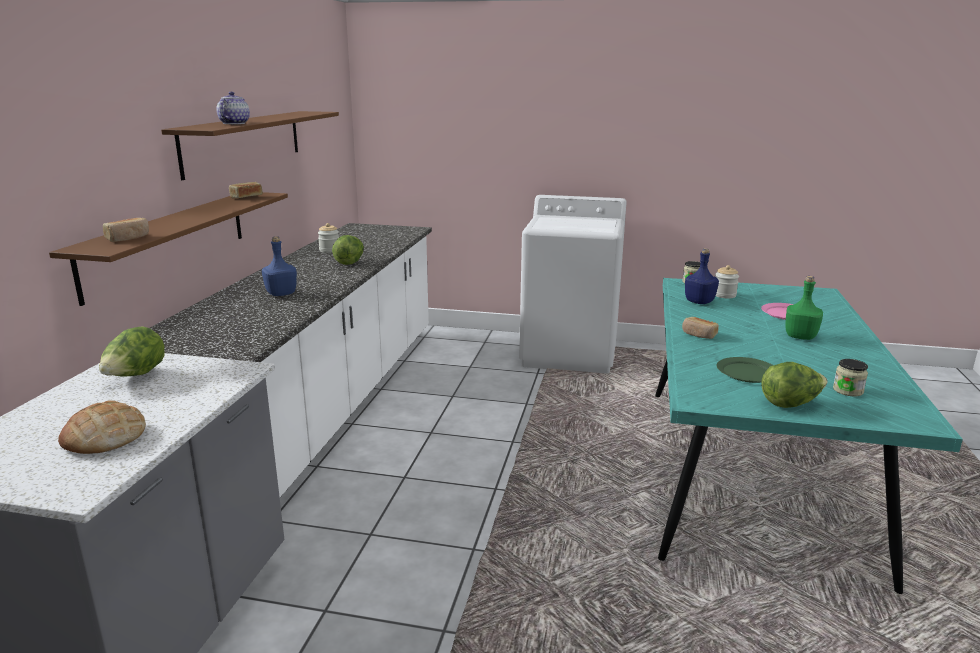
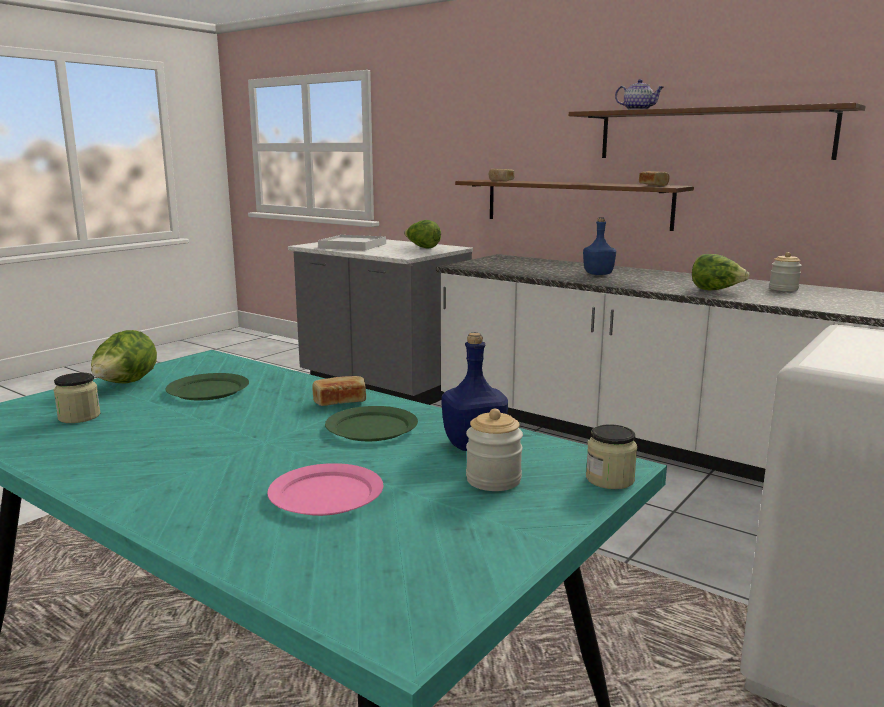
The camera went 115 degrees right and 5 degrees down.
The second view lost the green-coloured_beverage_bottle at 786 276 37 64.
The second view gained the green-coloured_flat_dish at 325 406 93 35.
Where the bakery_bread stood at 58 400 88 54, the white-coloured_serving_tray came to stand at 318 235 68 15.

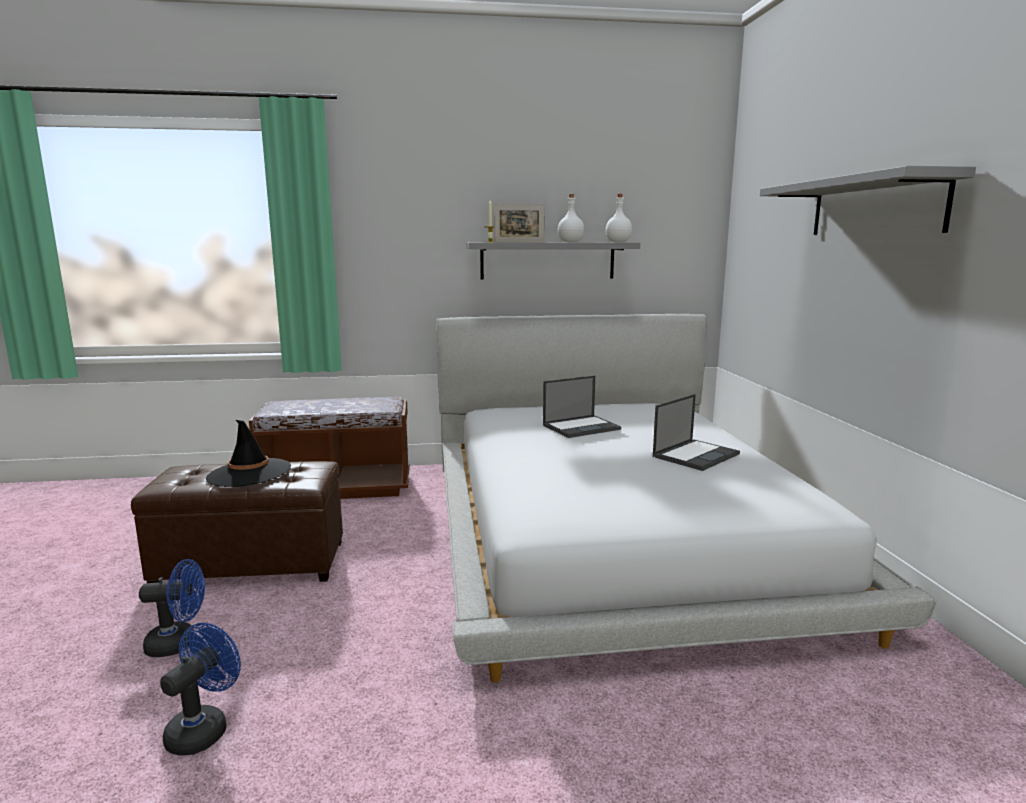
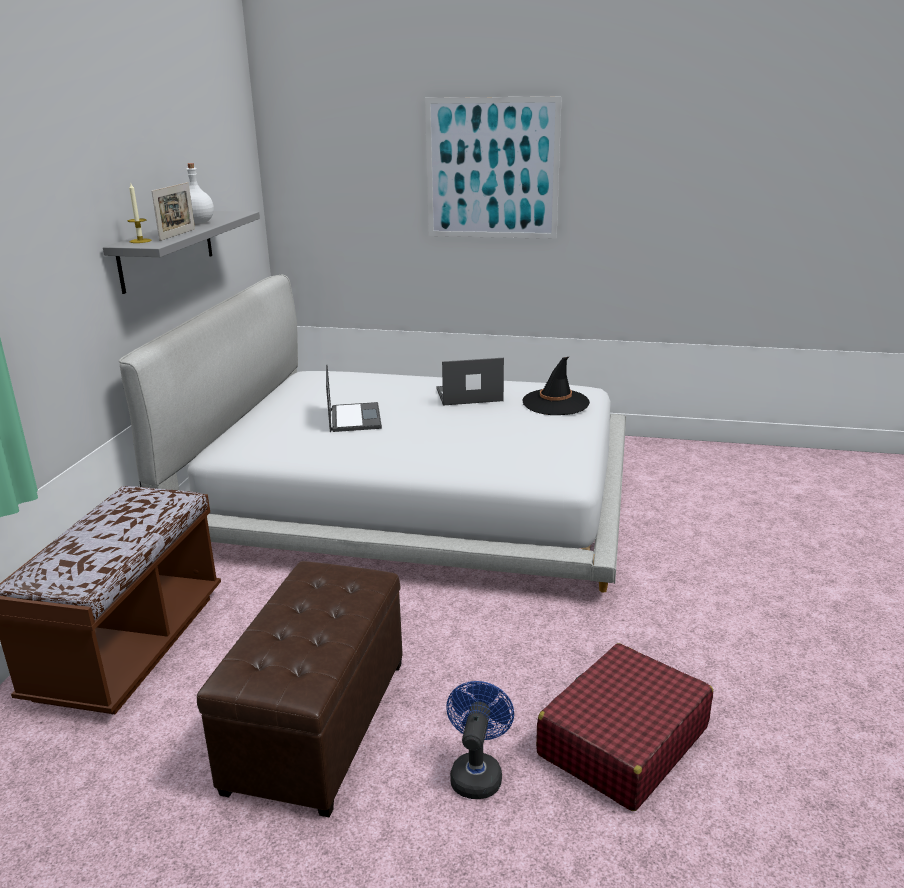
The camera went 70 degrees left and 10 degrees up.
The second view lost the white-coloured_beverage_bottle at 606 194 26 48.
The blackish_wearable_hat ended up elsewhere, having gone from 206 420 85 67 to 522 357 68 58.
Where the bluish_fan stood at 160 623 81 133, the red_suitcase came to stand at 536 643 177 168.
Where the grey_shelf hung at 760 166 216 69, the wall_art came to hang at 425 96 137 143.
The laptop at 653 394 87 77 ended up facing another way, 75 degrees counterclockwise from before.

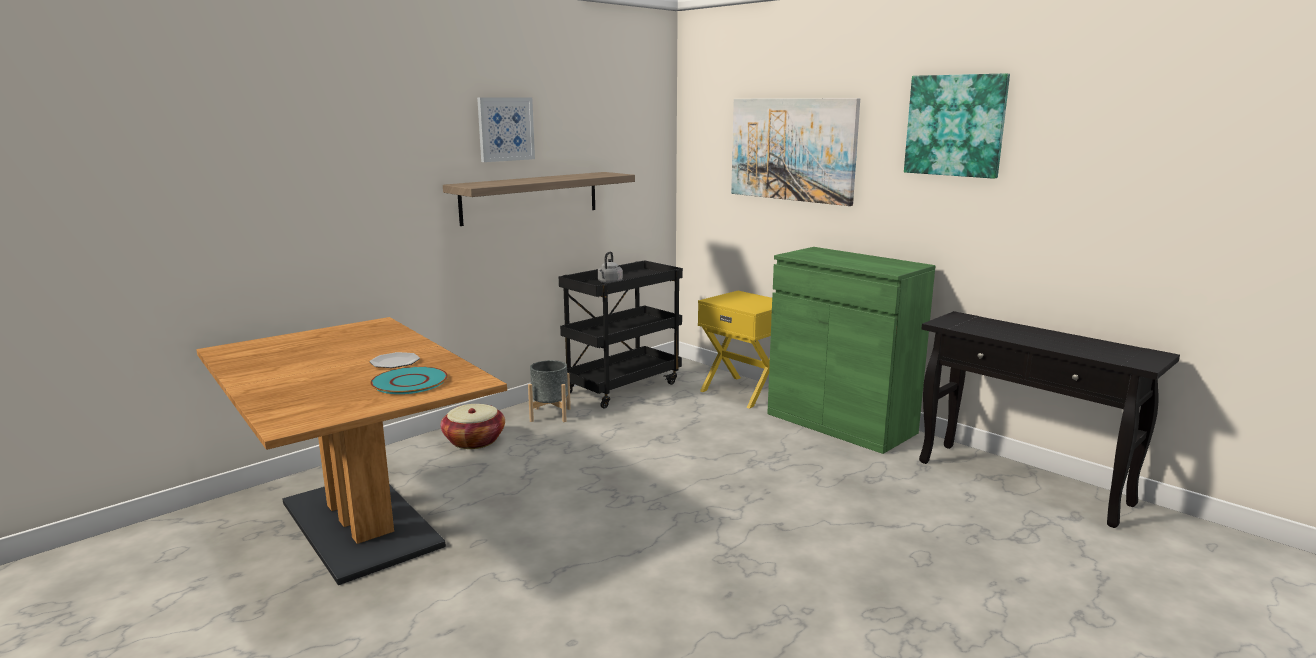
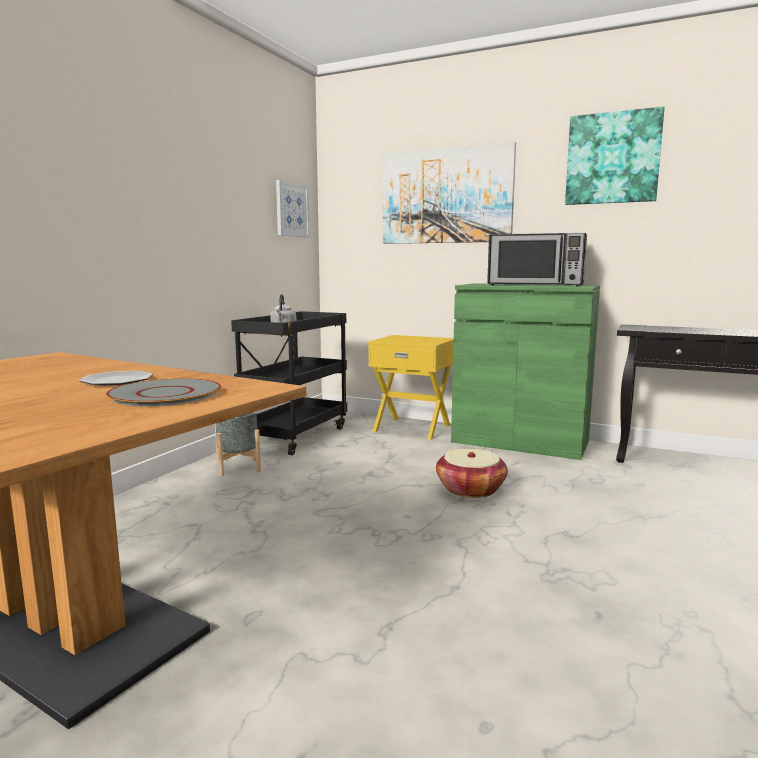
The camera went 20 degrees left and 5 degrees down.
The second view lost the shelf at 443 172 192 54.
The second view gained the microwave_oven at 487 233 100 53.
The household_basket ended up elsewhere, having gone from 440 404 65 45 to 436 449 72 49.
The wall_art ended up elsewhere, having gone from 477 97 58 65 to 276 180 34 57.
What was the turquoise-coloured_flat_dish at 370 366 78 28 turned into the grey_flat_dish at 106 378 115 28.

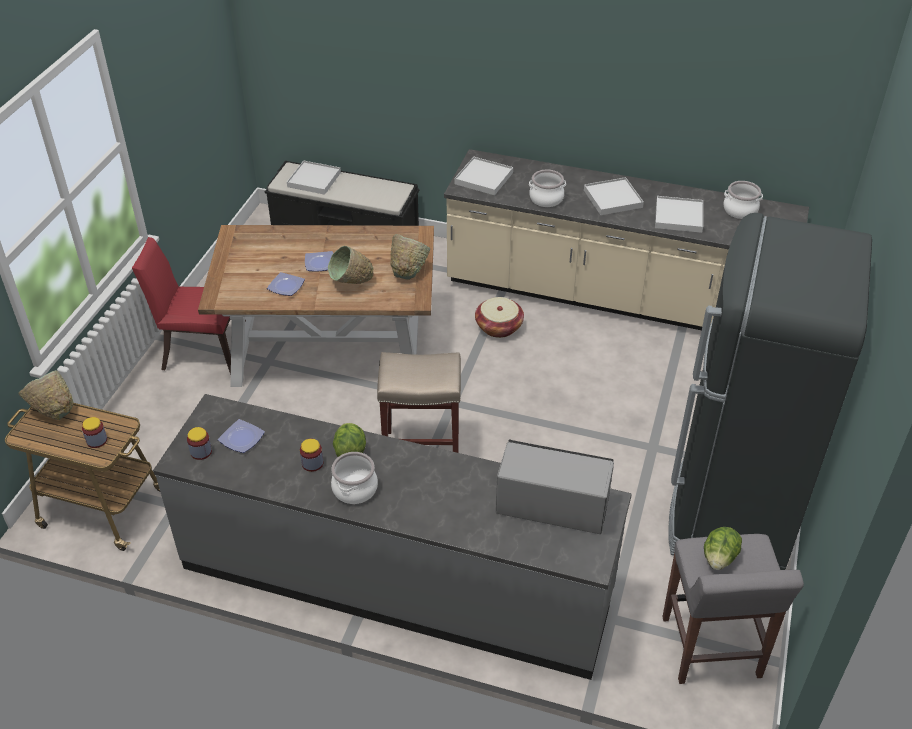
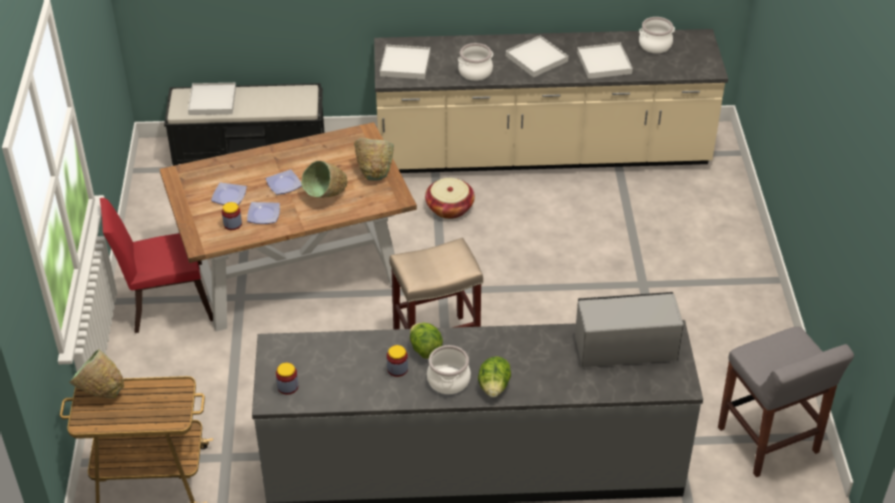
The camera went 20 degrees left and 0 degrees up.
The second view lost the blackish_refrigerator at 668 213 204 357.
The storage_jar ended up elsewhere, having gone from 82 417 25 31 to 222 202 20 28.
The flat_dish ended up elsewhere, having gone from 218 419 47 34 to 211 182 36 23.
The lettuce ended up elsewhere, having gone from 704 527 38 43 to 478 356 33 41.

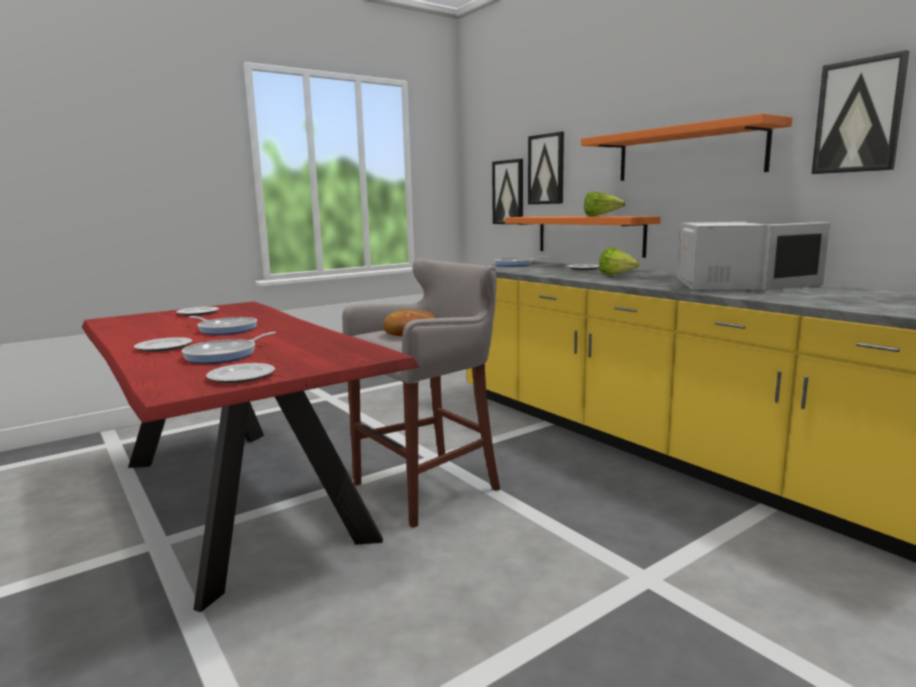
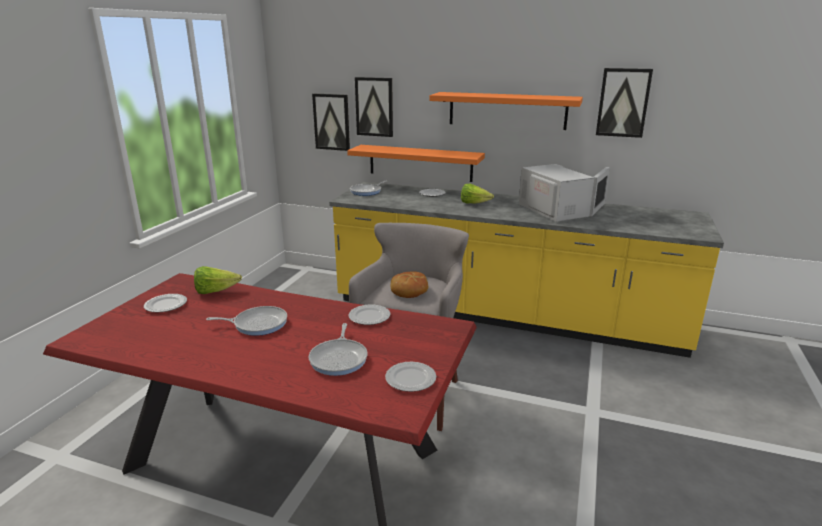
The camera went 35 degrees left and 10 degrees up.
The flat_dish ended up elsewhere, having gone from 134 337 58 15 to 348 304 43 21.
The lettuce ended up elsewhere, having gone from 584 191 42 25 to 194 266 48 28.

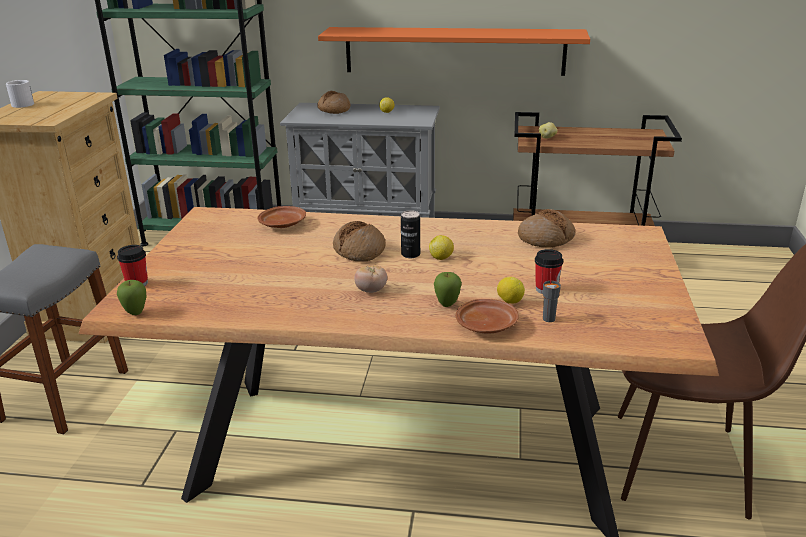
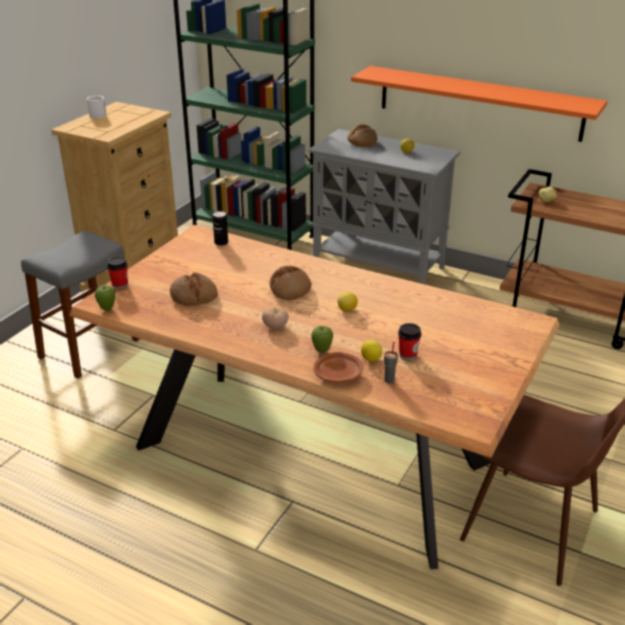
The camera went 20 degrees right and 5 degrees up.
The second view lost the brown-coloured_flat_dish at 258 206 48 22.
The metal_can ended up elsewhere, having gone from 401 210 19 48 to 213 211 15 35.
The bakery_bread ended up elsewhere, having gone from 518 209 57 39 to 170 273 48 33.

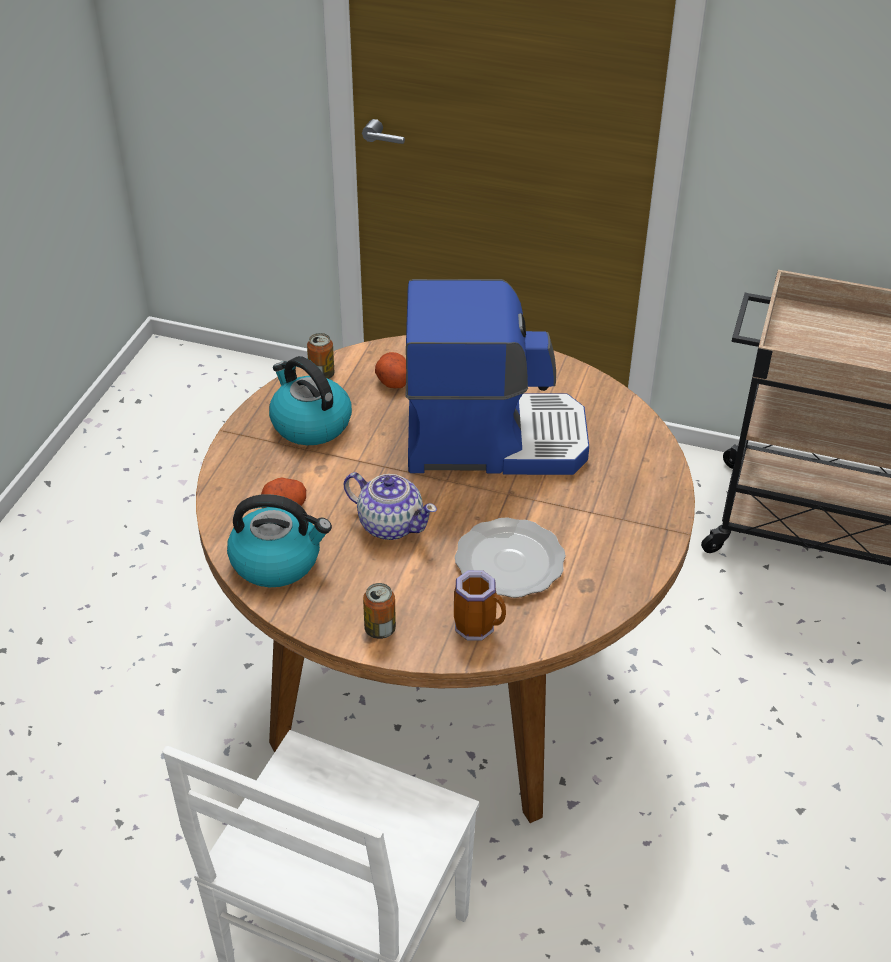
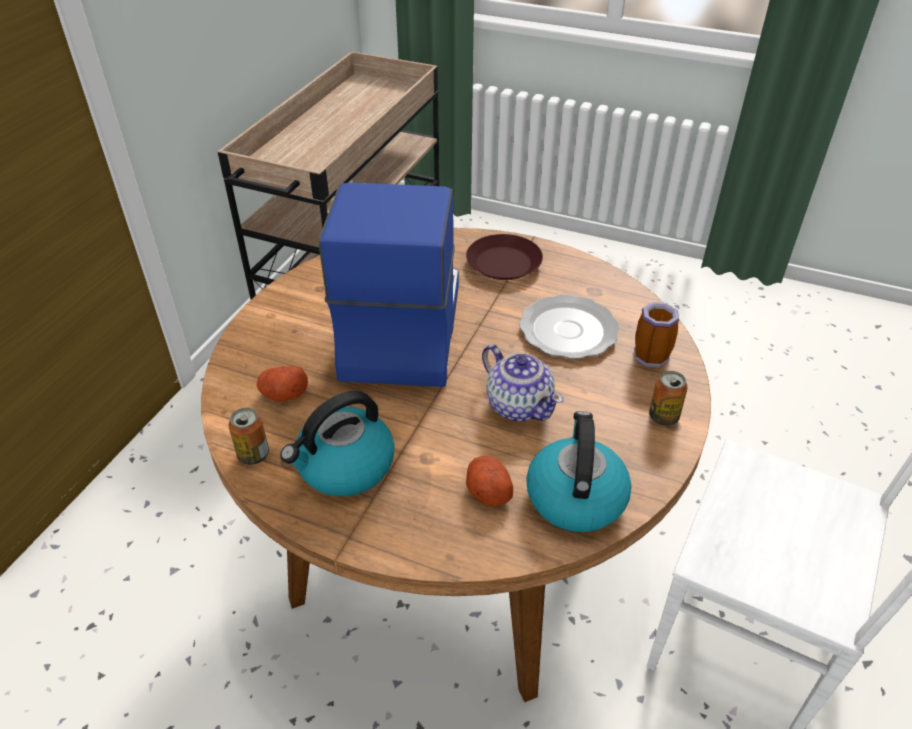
The camera went 85 degrees left and 0 degrees up.
The second view gained the brown-coloured_flat_dish at 466 234 77 46.
The pot_for_tea at 344 472 93 68 ended up facing another way, 105 degrees clockwise from before.

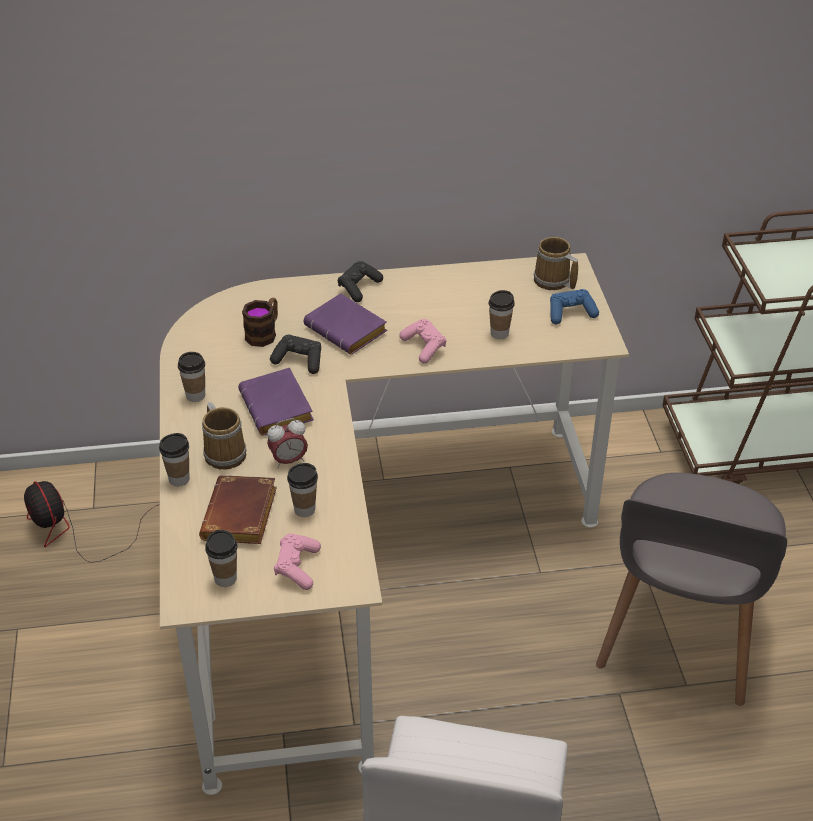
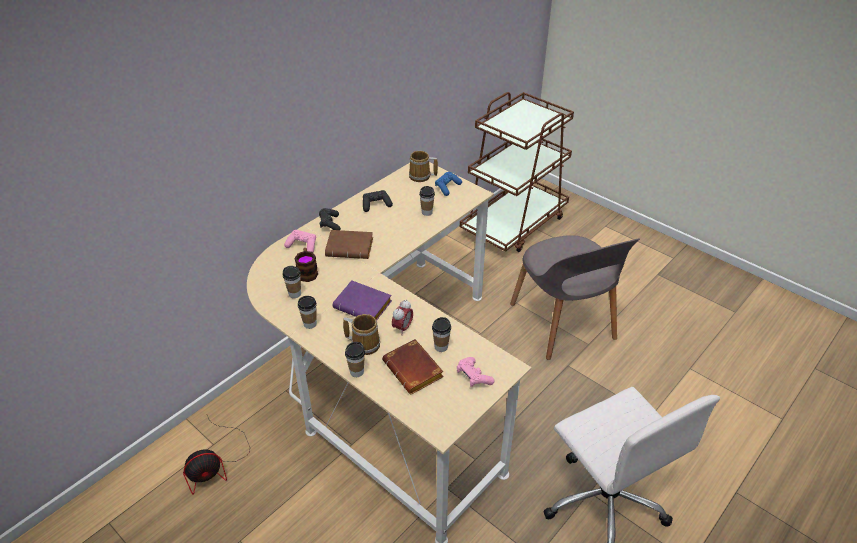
The camera went 40 degrees left and 0 degrees up.
The drinking_cup ended up elsewhere, having gone from 205 530 33 57 to 283 266 18 32.
The blackish_joypad ended up elsewhere, having gone from 270 335 51 39 to 363 190 30 22.
The pinkish_joypad ended up elsewhere, having gone from 399 319 47 45 to 284 230 32 22.
What was the purplish_bound_book at 304 293 83 61 turned into the brown-coloured_bound_book at 325 230 48 29.
The fan at 24 481 136 82 ended up facing another way, 45 degrees counterclockwise from before.

